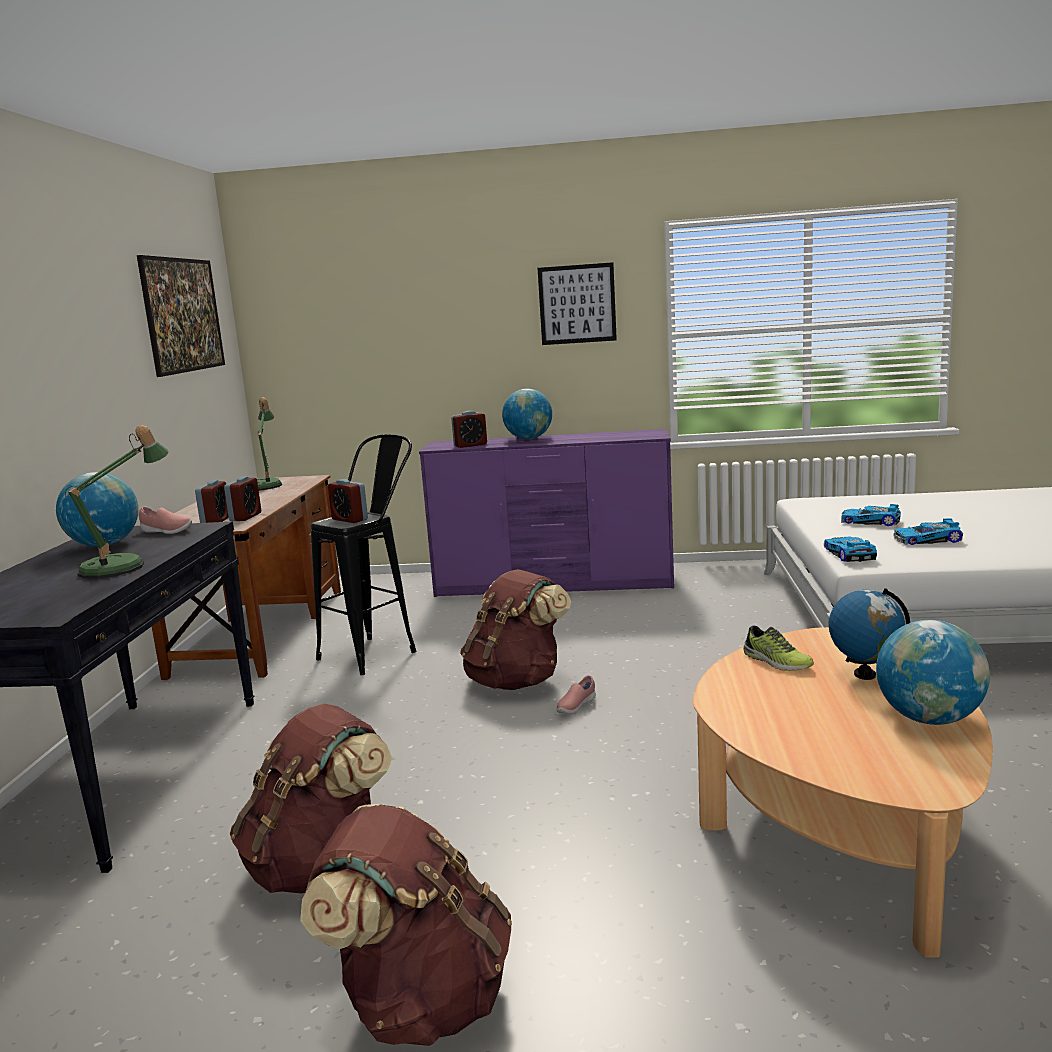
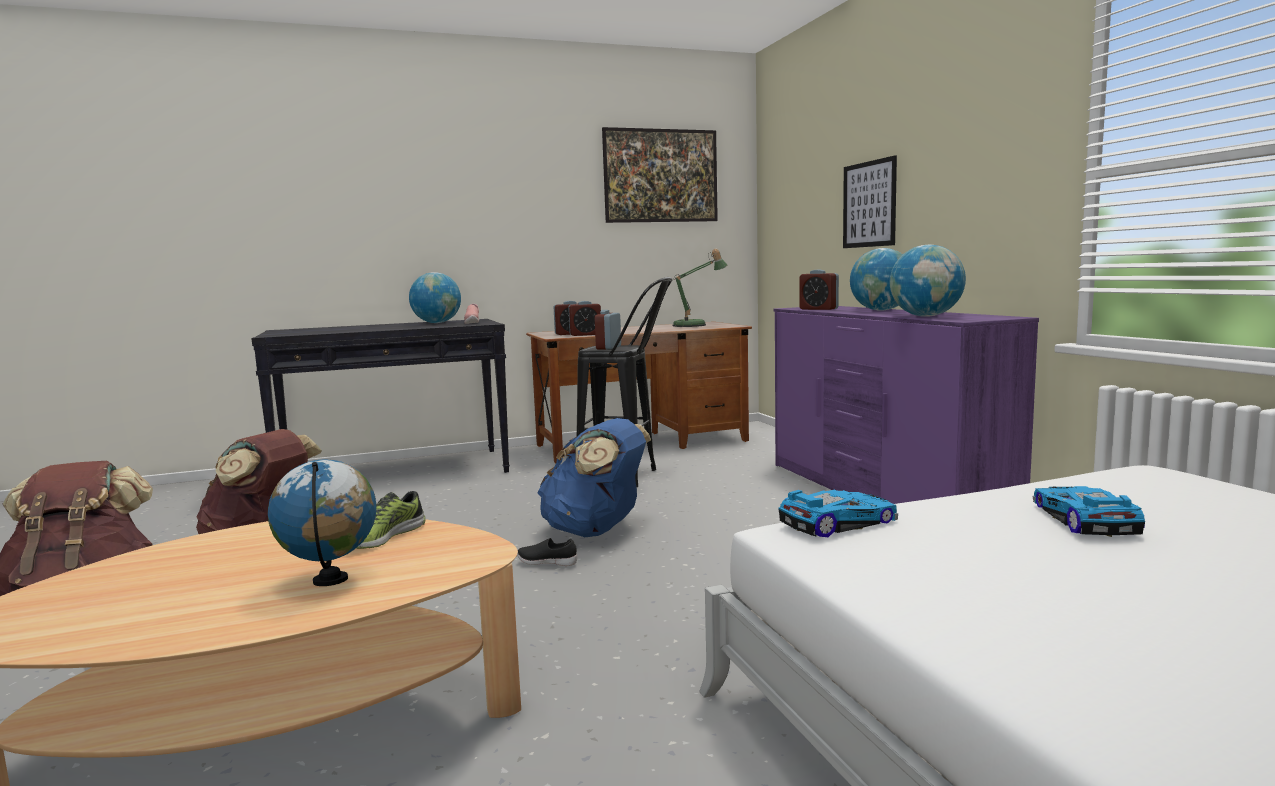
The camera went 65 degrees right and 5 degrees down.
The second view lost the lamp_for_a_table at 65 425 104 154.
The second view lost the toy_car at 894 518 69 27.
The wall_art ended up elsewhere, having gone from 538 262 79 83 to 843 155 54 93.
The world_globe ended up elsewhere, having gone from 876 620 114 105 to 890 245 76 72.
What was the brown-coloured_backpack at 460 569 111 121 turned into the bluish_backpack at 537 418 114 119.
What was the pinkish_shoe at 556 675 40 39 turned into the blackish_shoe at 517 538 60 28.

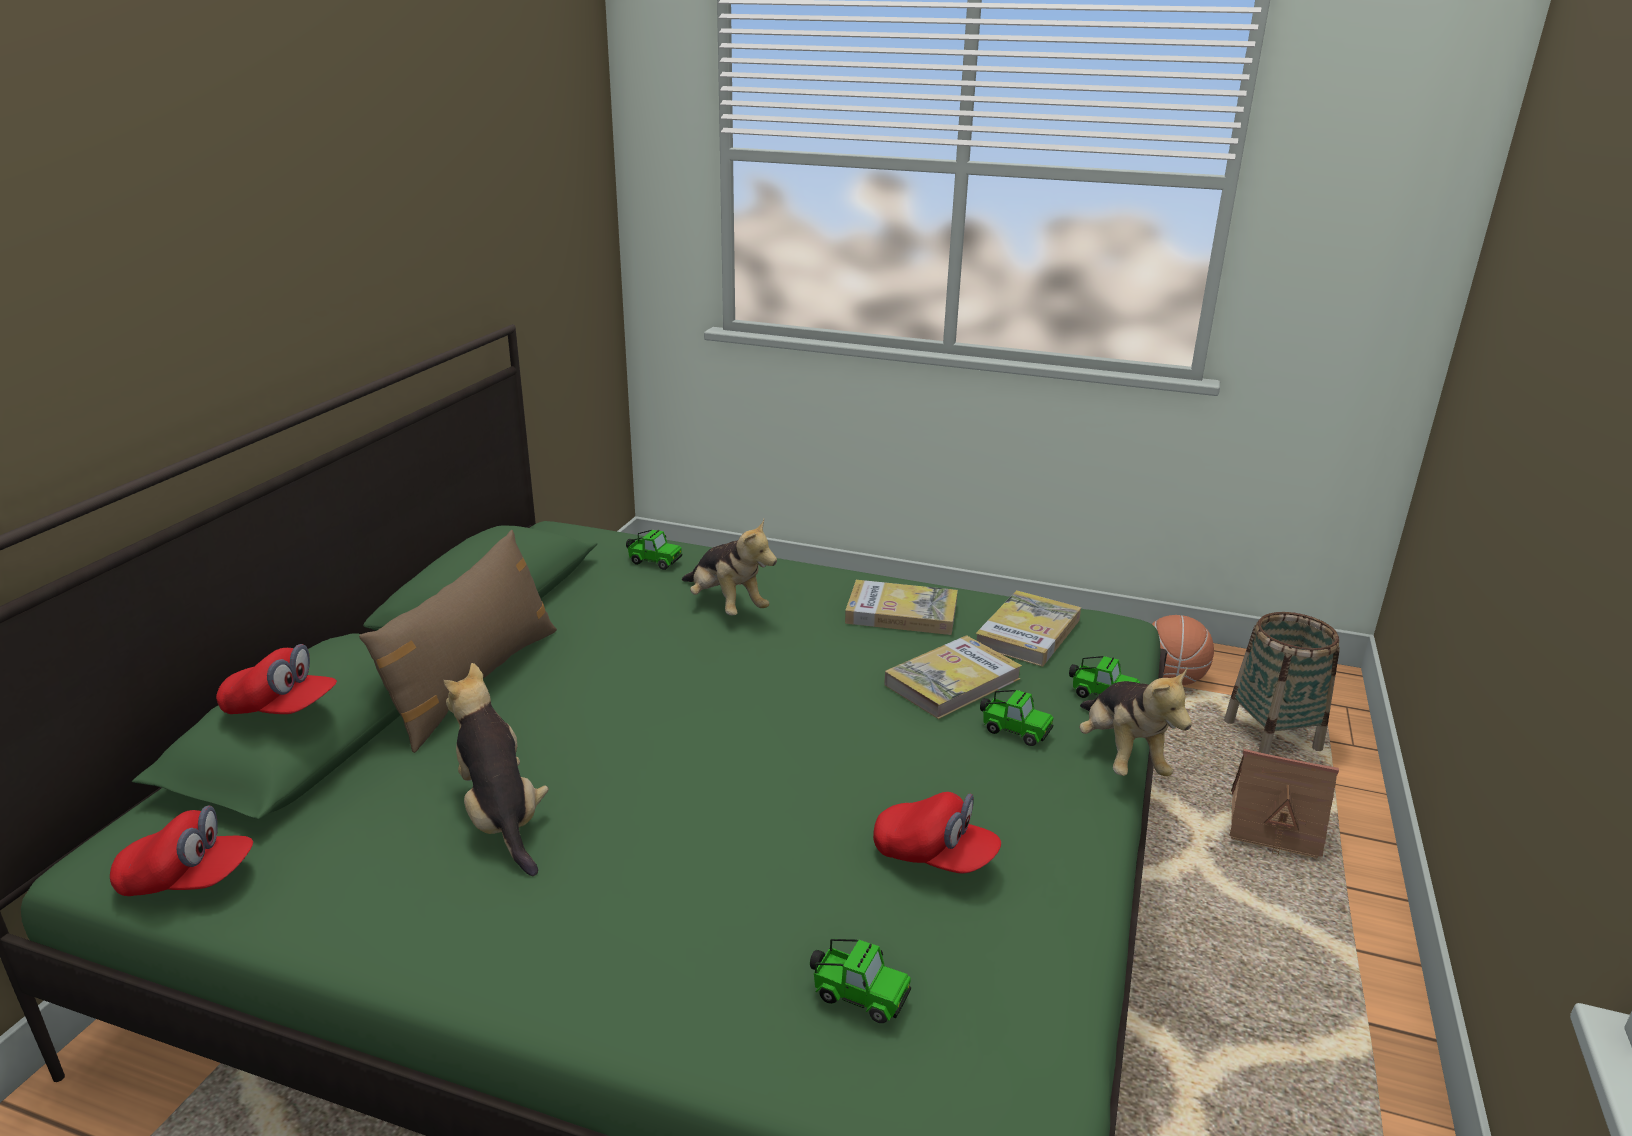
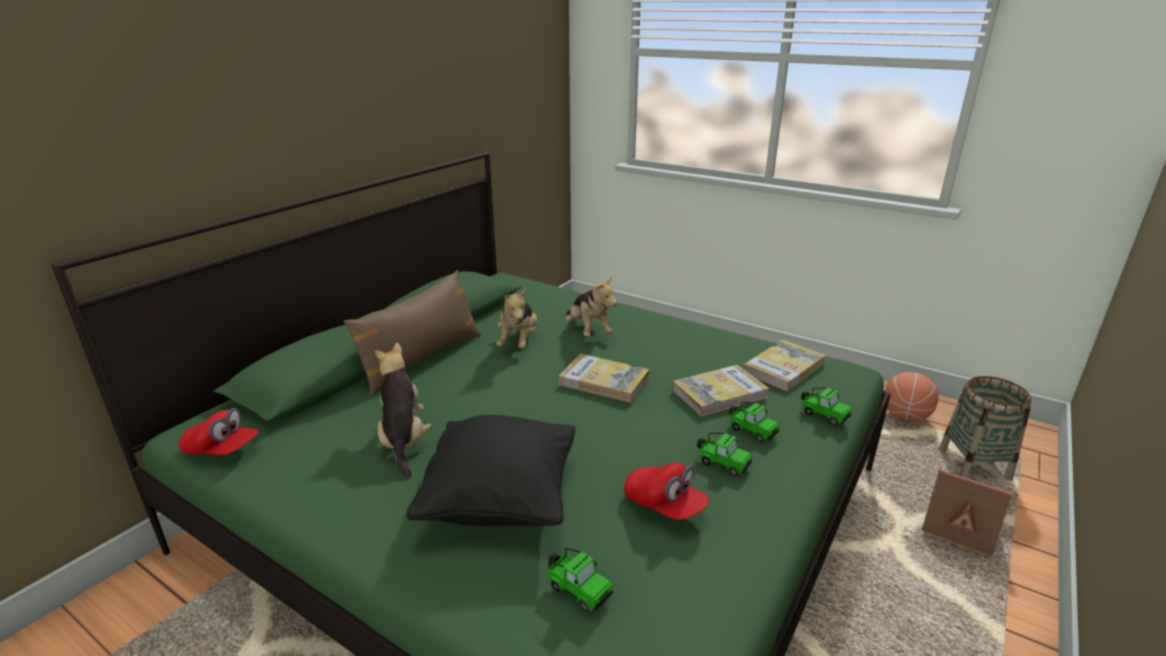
The camera went 15 degrees right and 0 degrees up.
The second view lost the red_cap at 216 644 121 70.
The second view gained the blackish_throw_pillow at 406 415 169 111.
The toy_car ended up elsewhere, having gone from 626 530 56 40 to 697 433 55 43.
The bound_book ended up elsewhere, having gone from 845 580 113 55 to 559 354 91 49.
The soft_toy ended up elsewhere, having gone from 1079 667 113 109 to 496 289 41 60.

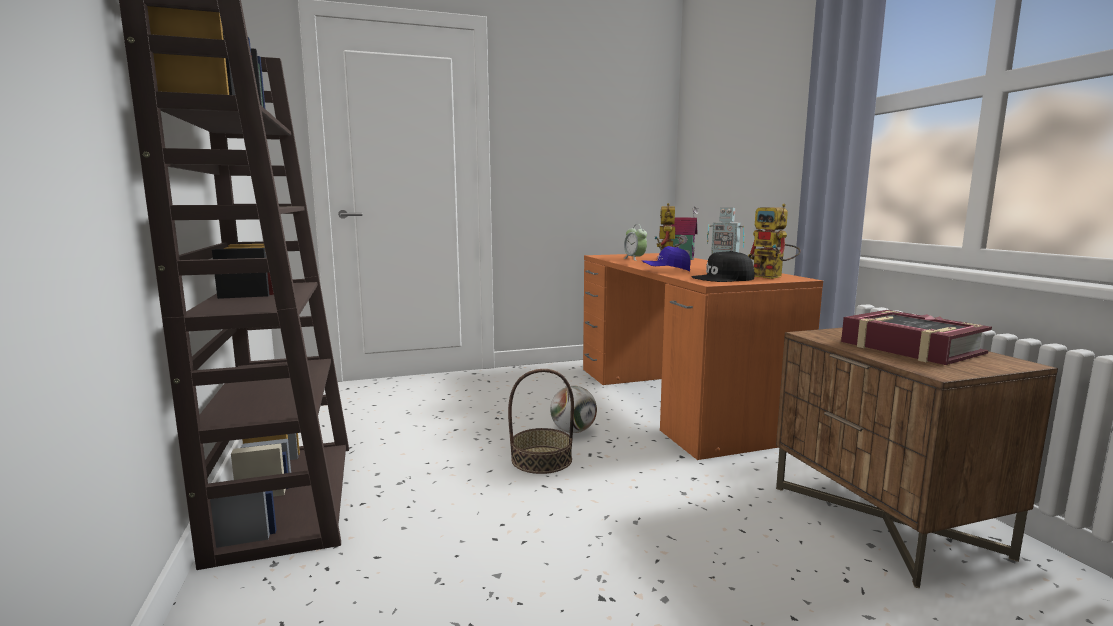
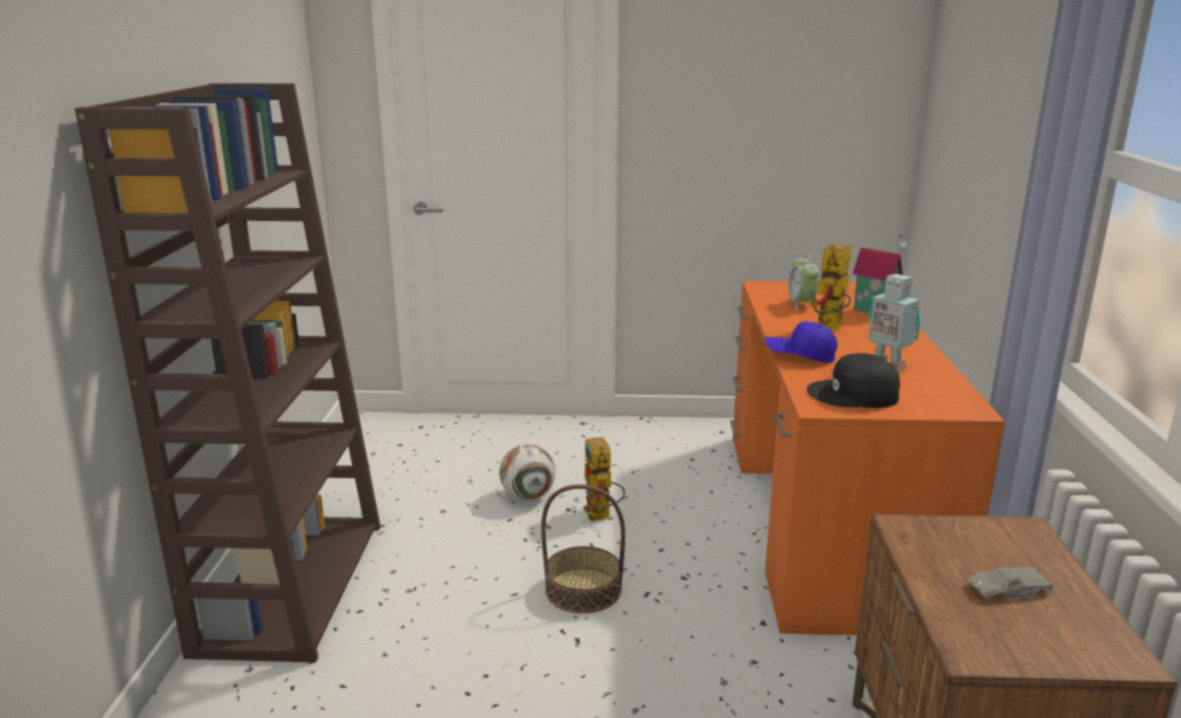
The camera went 20 degrees right and 10 degrees up.
The ball_for_football ended up elsewhere, having gone from 550 386 47 47 to 499 444 56 56.
The model_robot ended up elsewhere, having gone from 748 204 53 75 to 583 437 42 85.
Where the bound_book stood at 841 310 151 55, the grey_toy_car came to stand at 967 567 86 34.

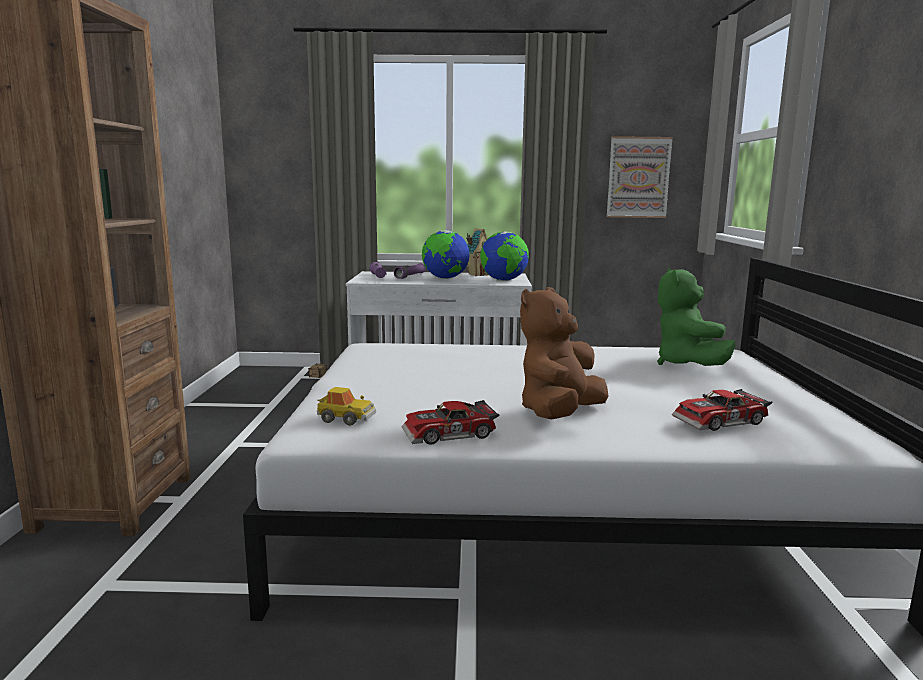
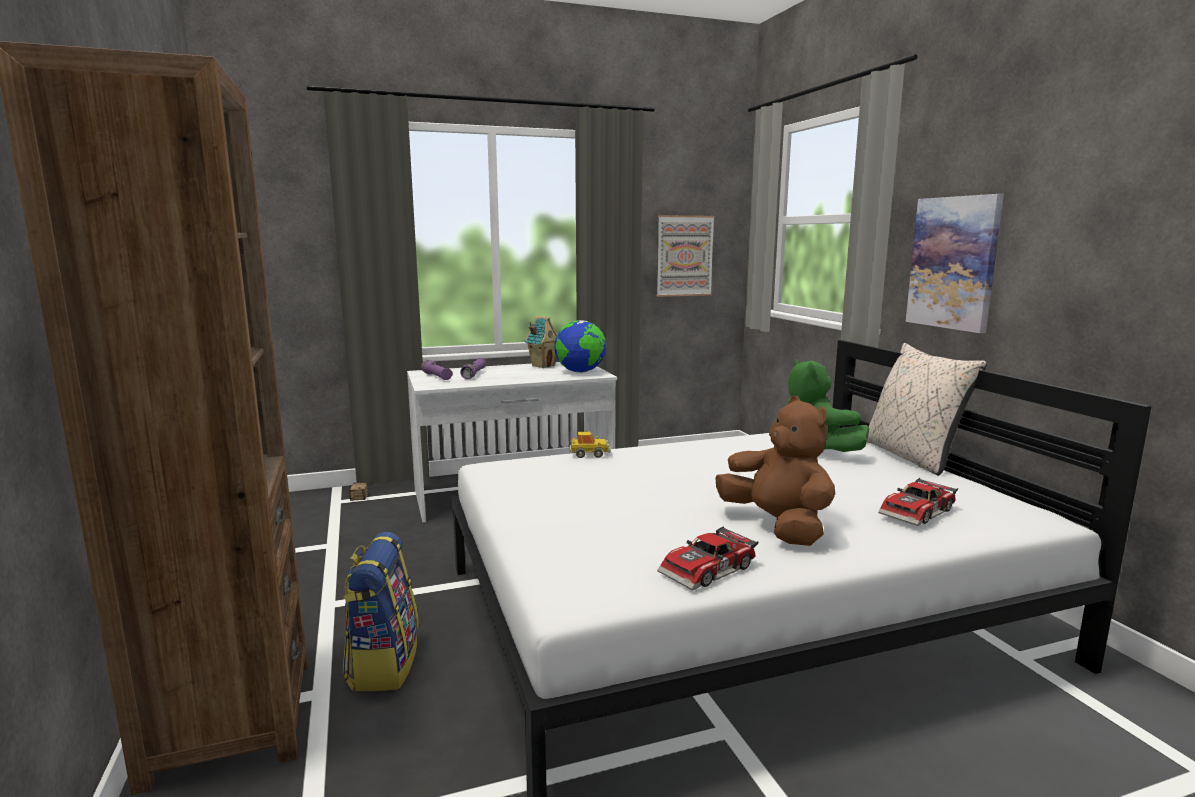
The camera went 20 degrees left and 0 degrees up.
The second view lost the world_globe at 422 230 47 49.
The second view gained the backpack at 343 532 76 159.
The second view gained the beige_throw_pillow at 867 343 120 133.
The second view gained the wall_art at 906 194 98 139.
The toy_car ended up elsewhere, having gone from 317 387 59 39 to 569 432 42 26.
The brown-coloured_soft_toy at 520 287 88 132 ended up facing another way, 135 degrees clockwise from before.

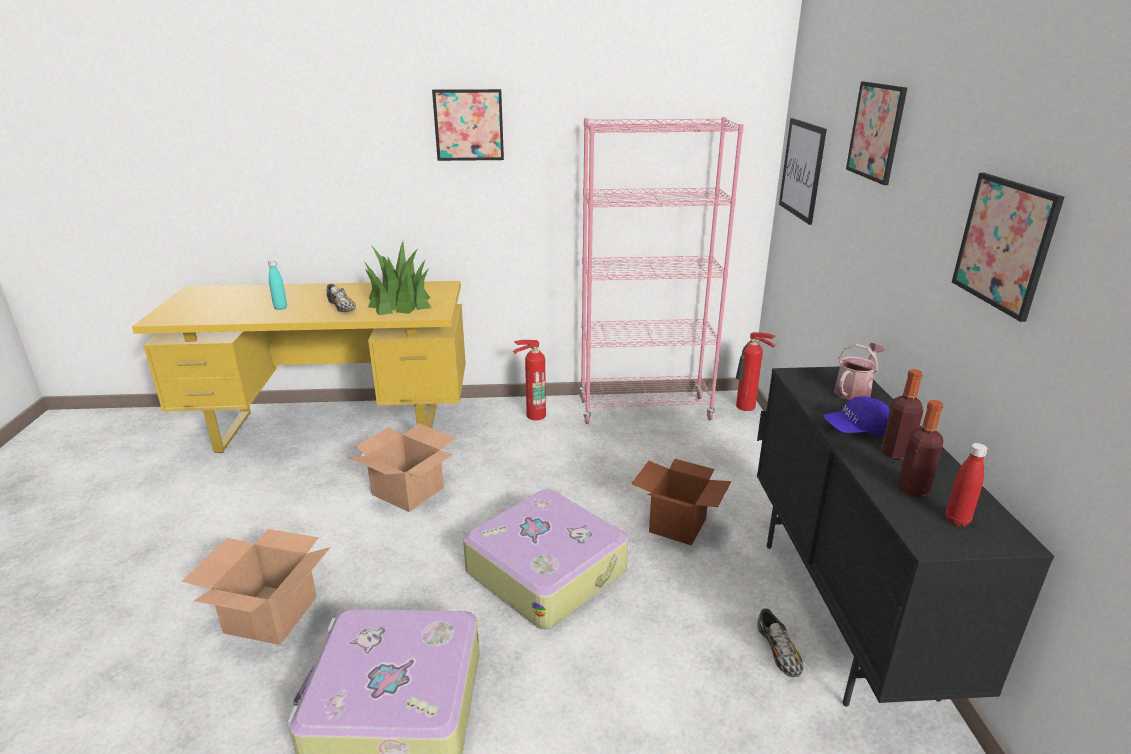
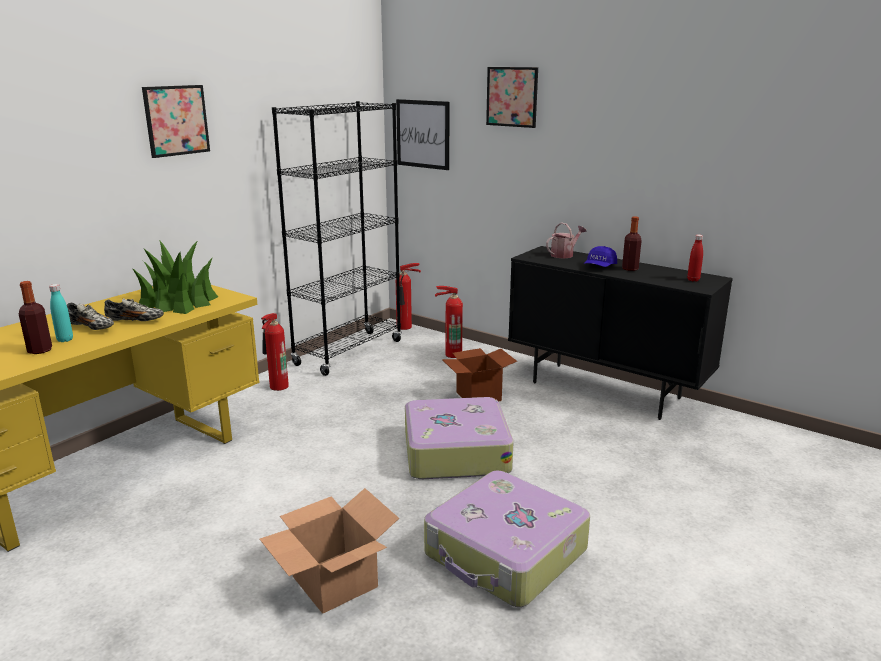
The camera went 50 degrees left and 5 degrees down.
The second view lost the packing_box at 347 424 109 88.
The second view lost the wall_art at 952 173 112 149.
The second view gained the fire_extinguisher at 435 286 28 72.
The shoe ended up elsewhere, having gone from 757 608 46 69 to 67 302 47 28.
The beverage_bottle ended up elsewhere, having gone from 897 400 46 97 to 19 281 33 73.
What was the pinkish_shelving_unit at 580 117 164 307 turned into the blackish_shelving_unit at 272 101 130 275.
The sprinkling_can at 834 343 51 57 ended up facing another way, 60 degrees clockwise from before.

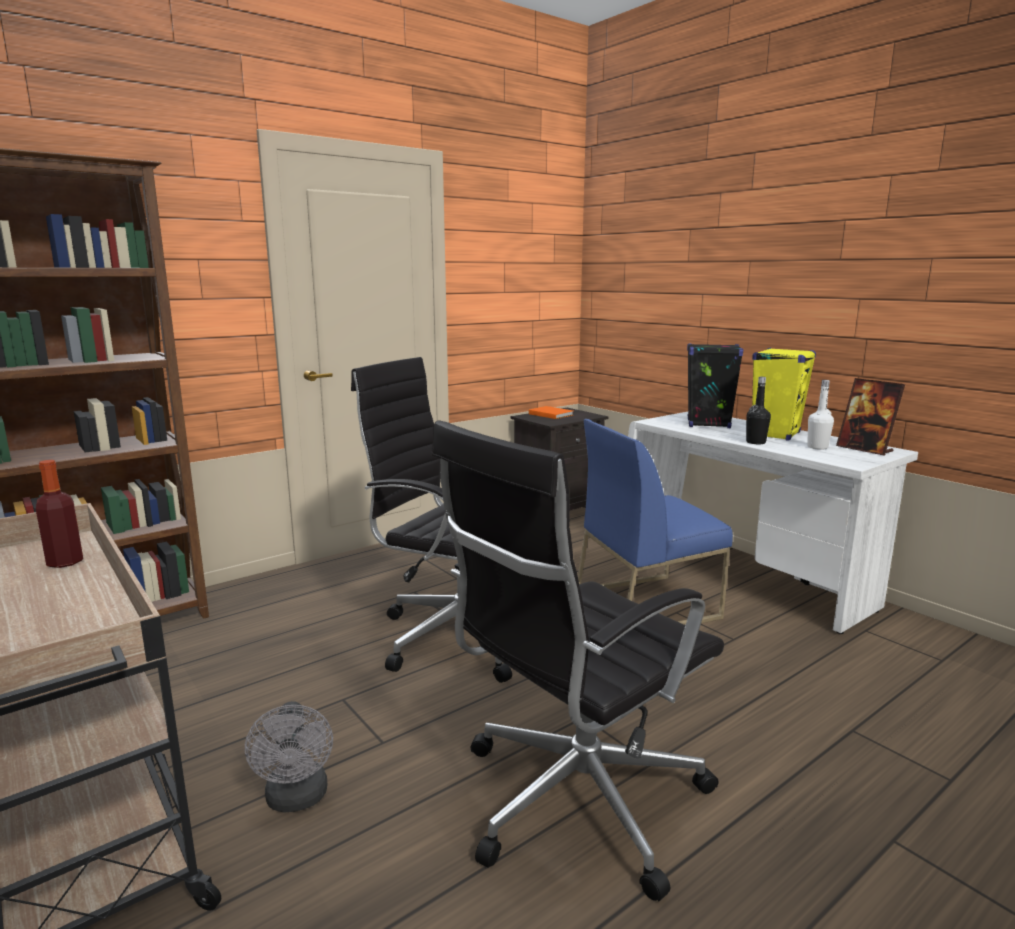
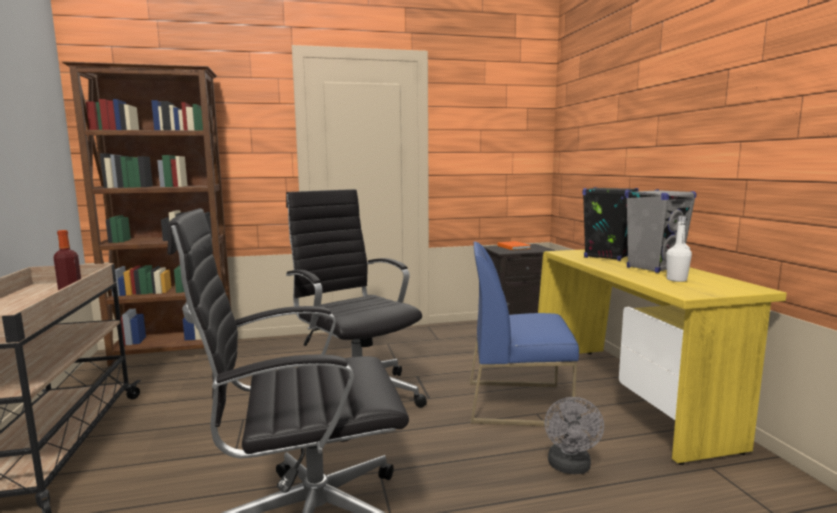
The camera went 25 degrees right and 5 degrees down.
The second view lost the blackish_beverage_bottle at 746 377 25 67.
The second view lost the standing_frame at 836 378 69 78.
The grey_fan ended up elsewhere, having gone from 245 701 88 112 to 544 397 60 77.
What was the white-coloured_desk_table at 628 412 290 222 turned into the yellow_desk_table at 538 249 249 216.
What was the yellow_audio_speaker at 752 347 64 94 turned into the grey_audio_speaker at 626 189 71 84.

